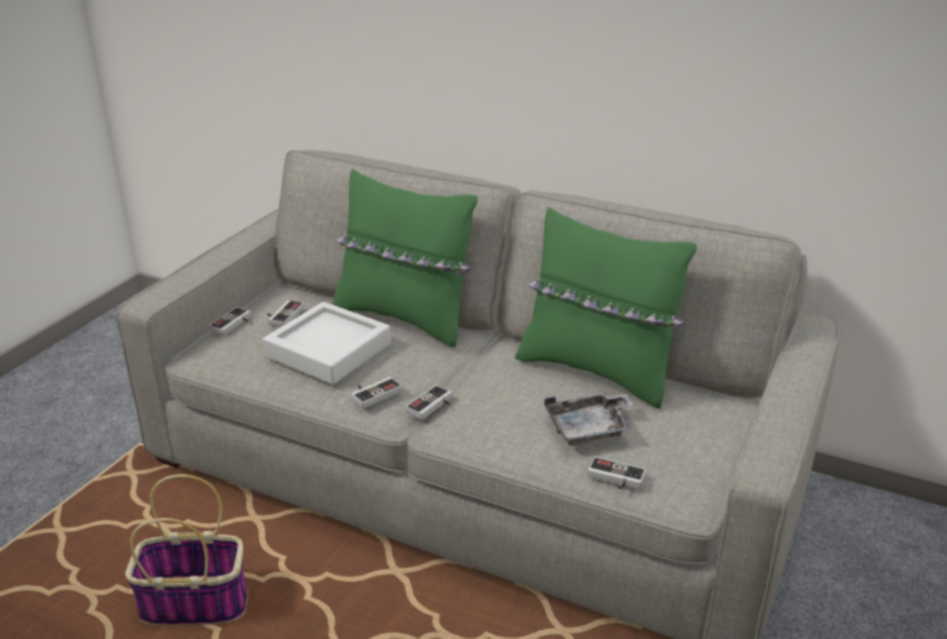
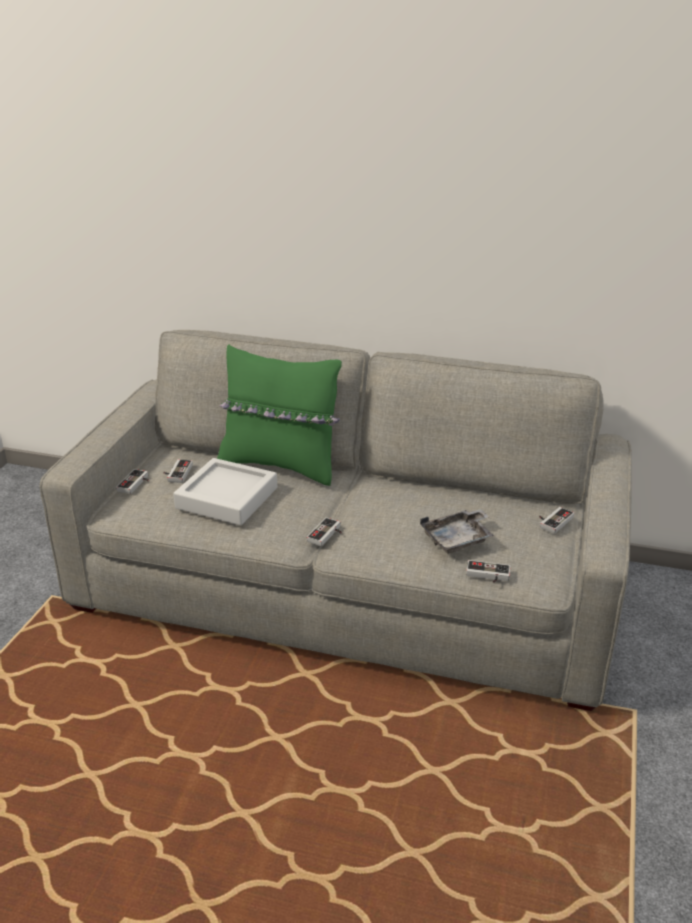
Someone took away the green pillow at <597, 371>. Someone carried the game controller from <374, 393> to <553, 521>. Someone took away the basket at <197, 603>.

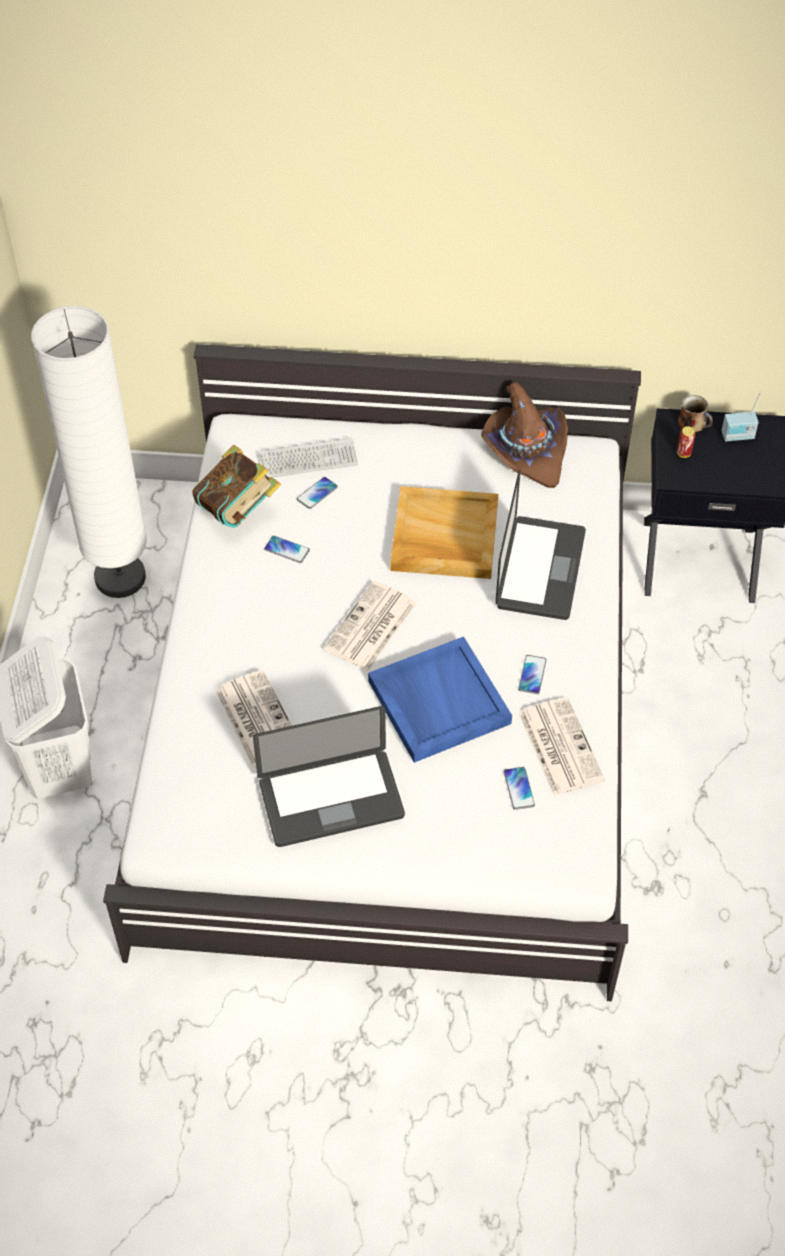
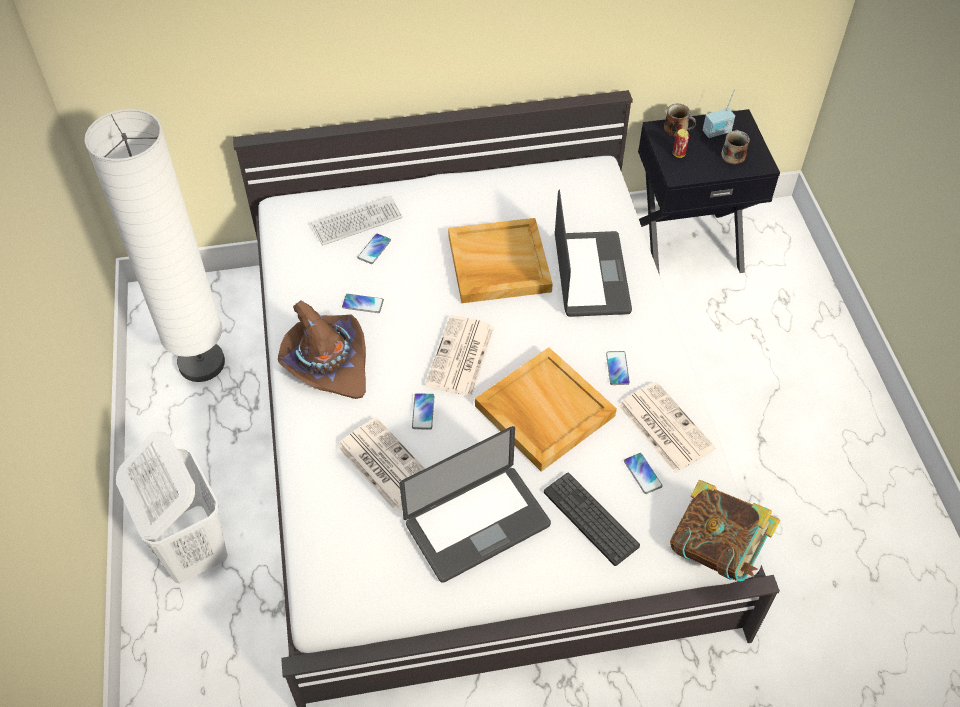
Someone carried the brown hat from <526, 450> to <327, 363>. Someone carried the book from <238, 510> to <717, 548>. Someone repainted the blue tray at <437, 702>, which became the beige tray at <543, 411>. Someone put down the mug at <733, 154>. Someone put down the phone at <423, 412>. Someone put down the keyboard at <590, 519>.

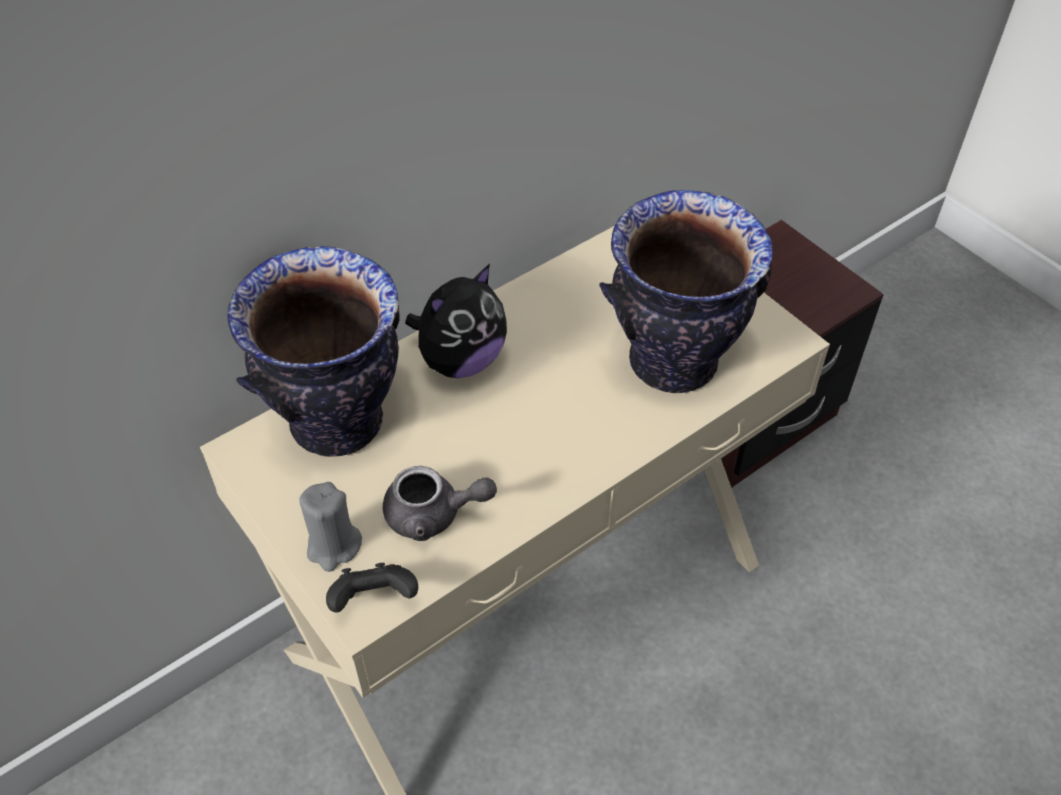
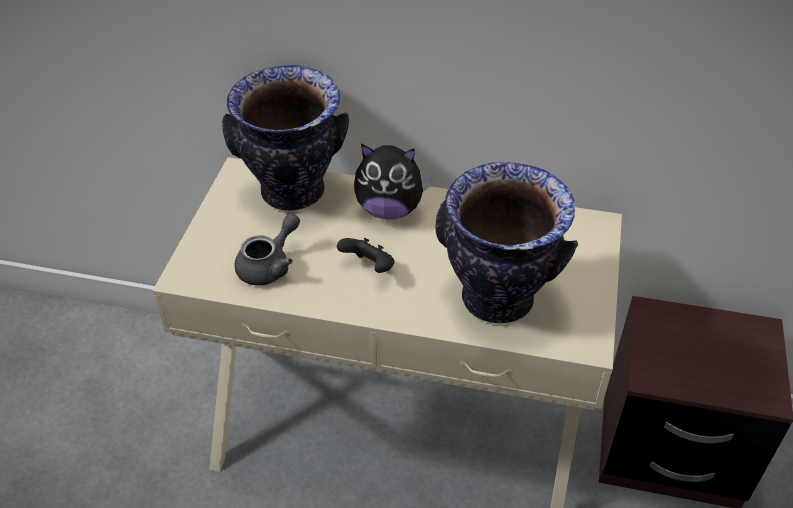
Someone rotated the grey teapot at <433, 515> by 105 degrees counterclockwise. Someone took away the grey candle at <333, 546>. Someone carried the black game controller from <374, 600> to <369, 268>.

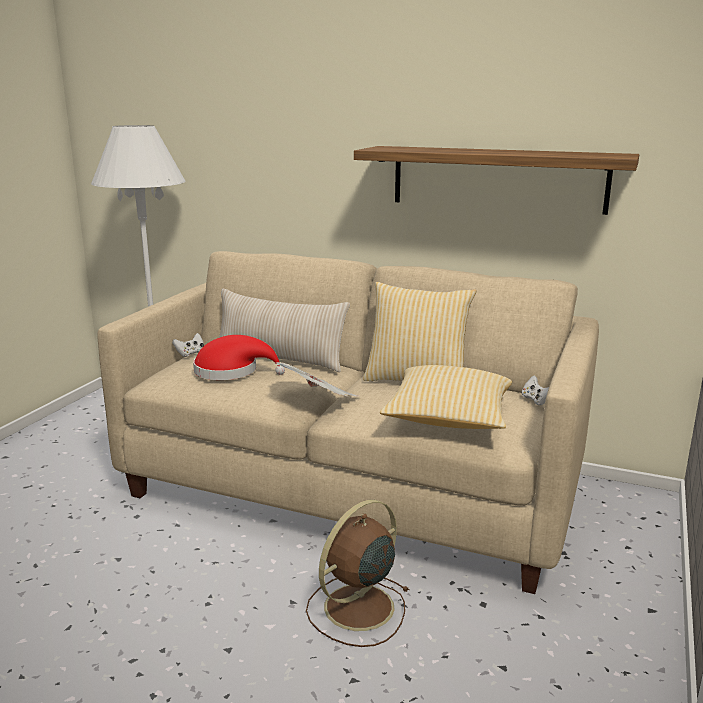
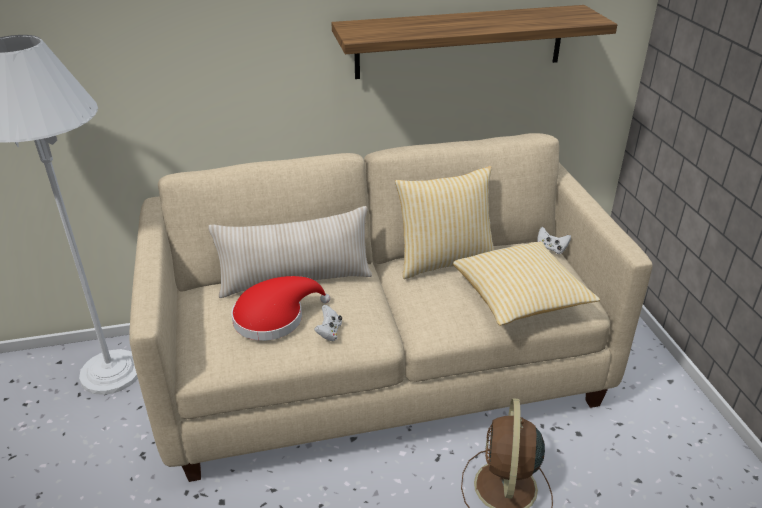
Someone carried the white game controller from <190, 353> to <329, 332>. Someone took away the newspaper at <317, 401>.

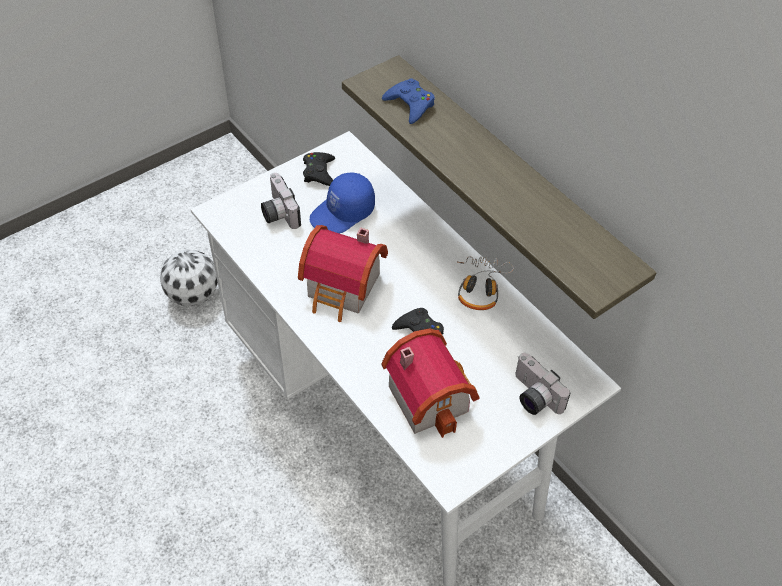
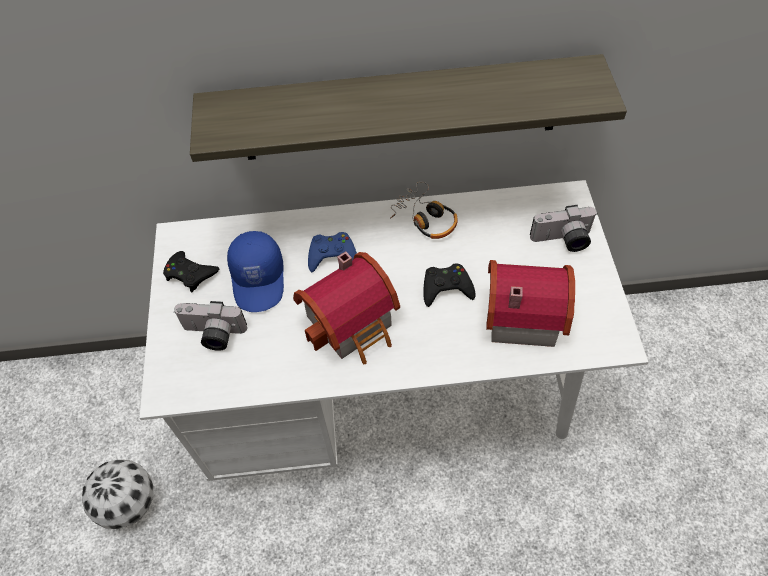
Someone carried the blue game controller from <410, 105> to <332, 255>.

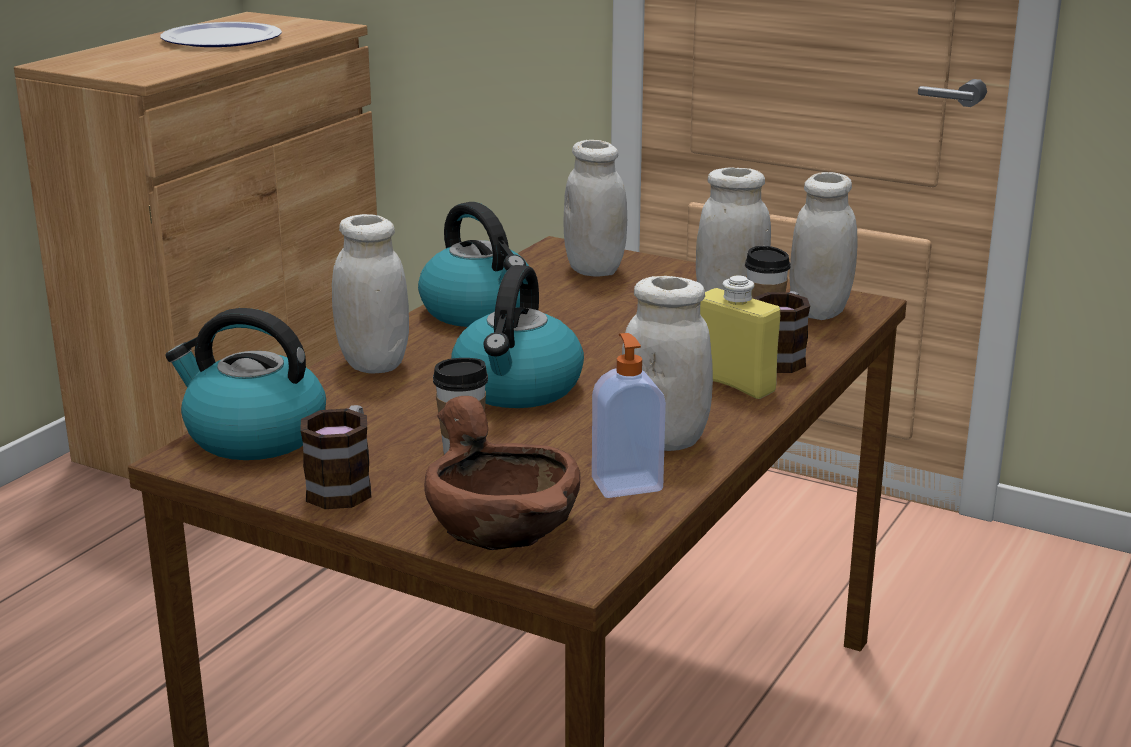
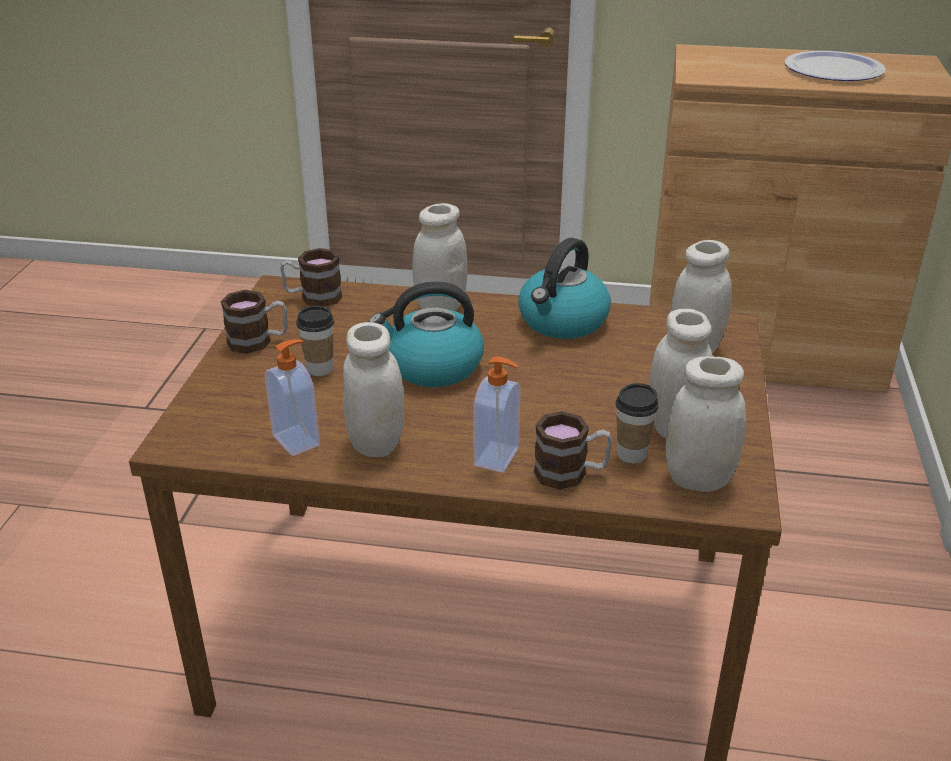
Someone swapped the yellow bottle at <733, 384> for the soap dispenser at <498, 457>. Someone swapped the kettle at <253, 436> for the mug at <313, 297>. Someone took away the brown bowl at <502, 526>.

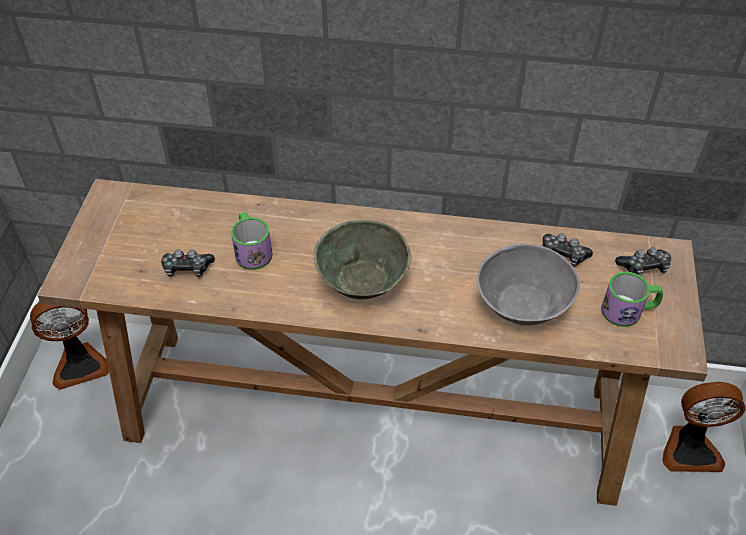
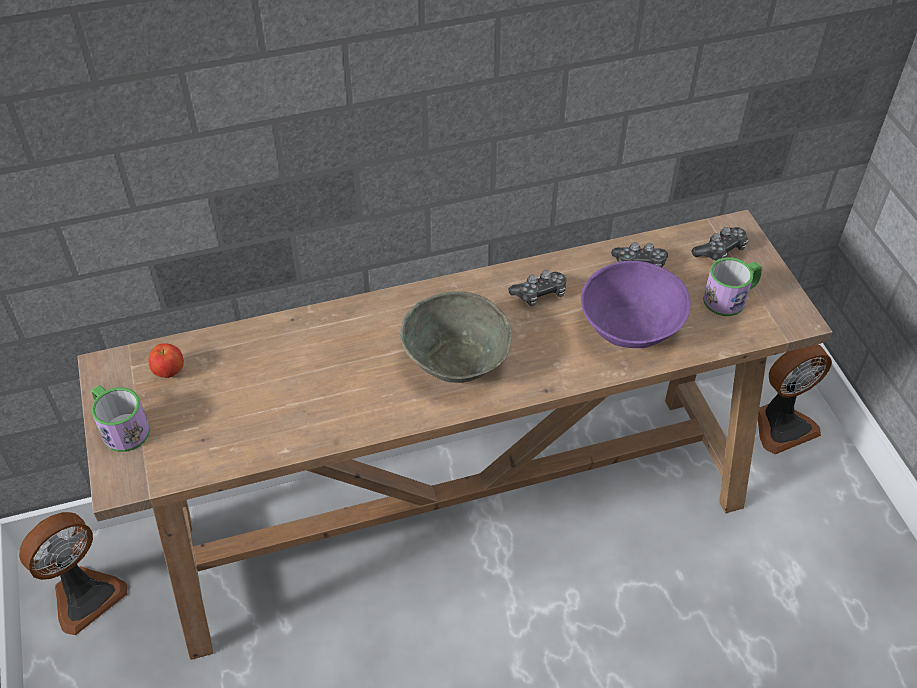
Someone carried the mug from <252, 250> to <121, 427>. Someone repainted the grey bowl at <522, 303>, which became the purple bowl at <629, 327>. Someone carried the game controller from <187, 268> to <540, 294>. Someone put down the apple at <169, 371>.

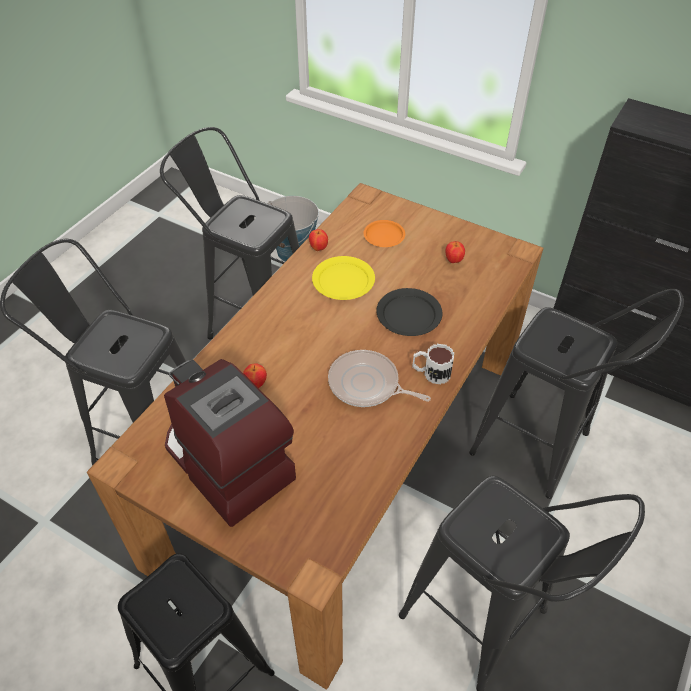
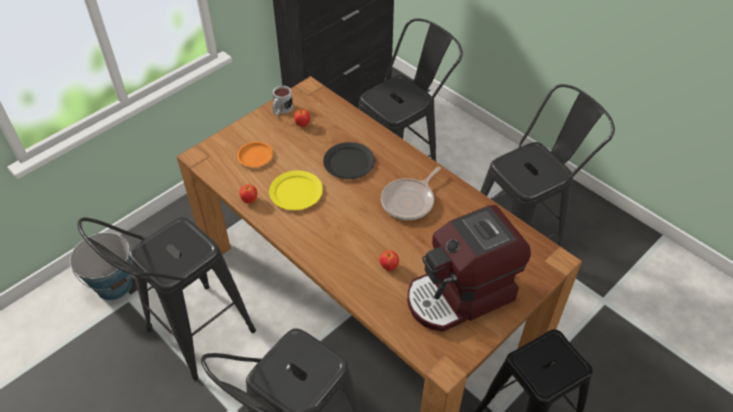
Someone carried the mug from <431, 372> to <281, 110>.

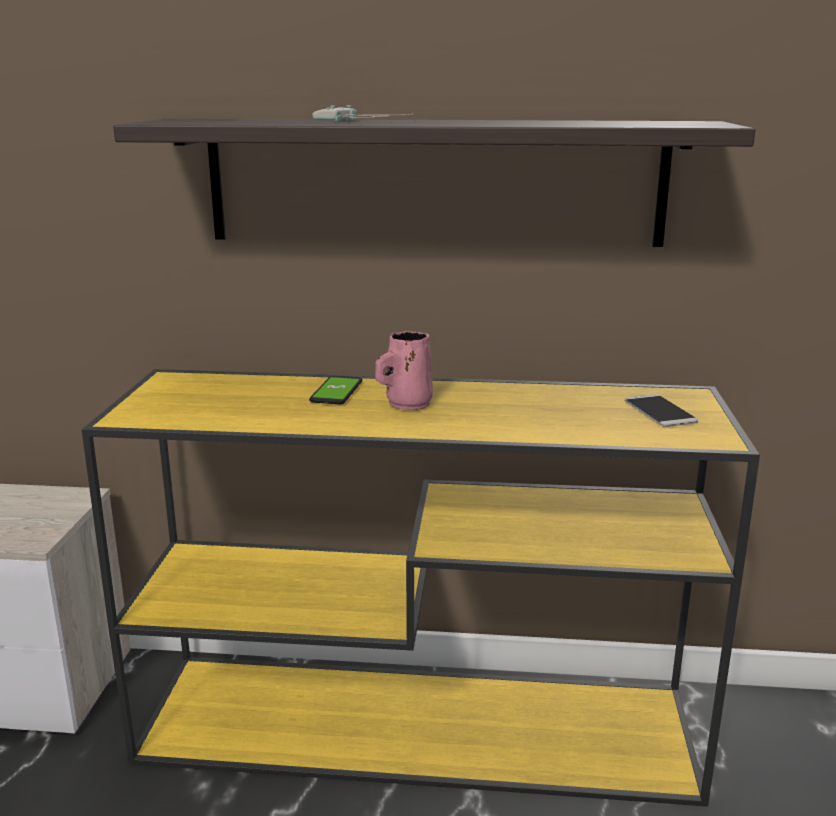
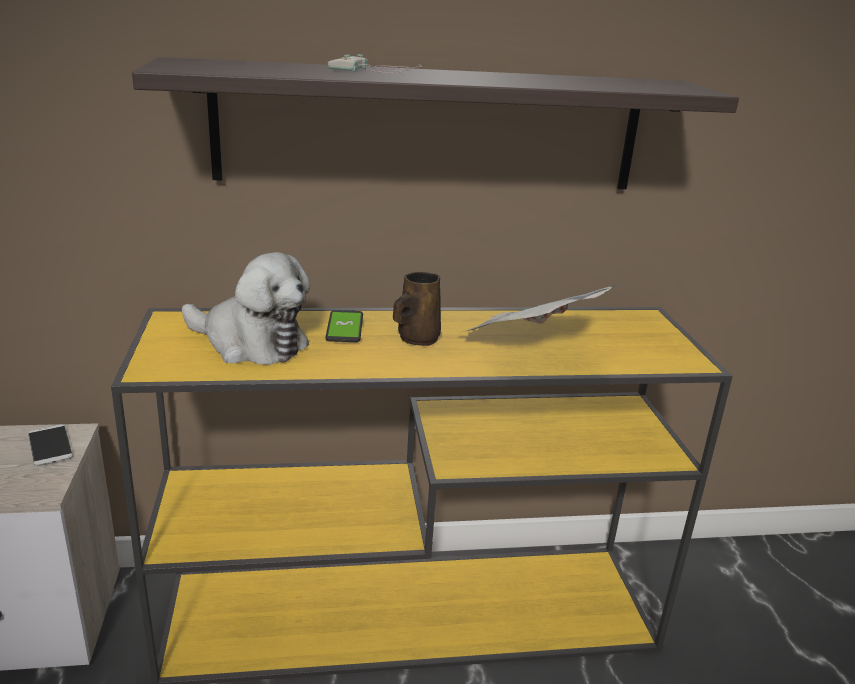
Someone repainted the pink mug at <406, 404>, which became the brown mug at <416, 339>. Someone carried the phone from <660, 411> to <50, 445>. Someone put down the plush toy at <250, 343>. Someone put down the newspaper at <529, 347>.

